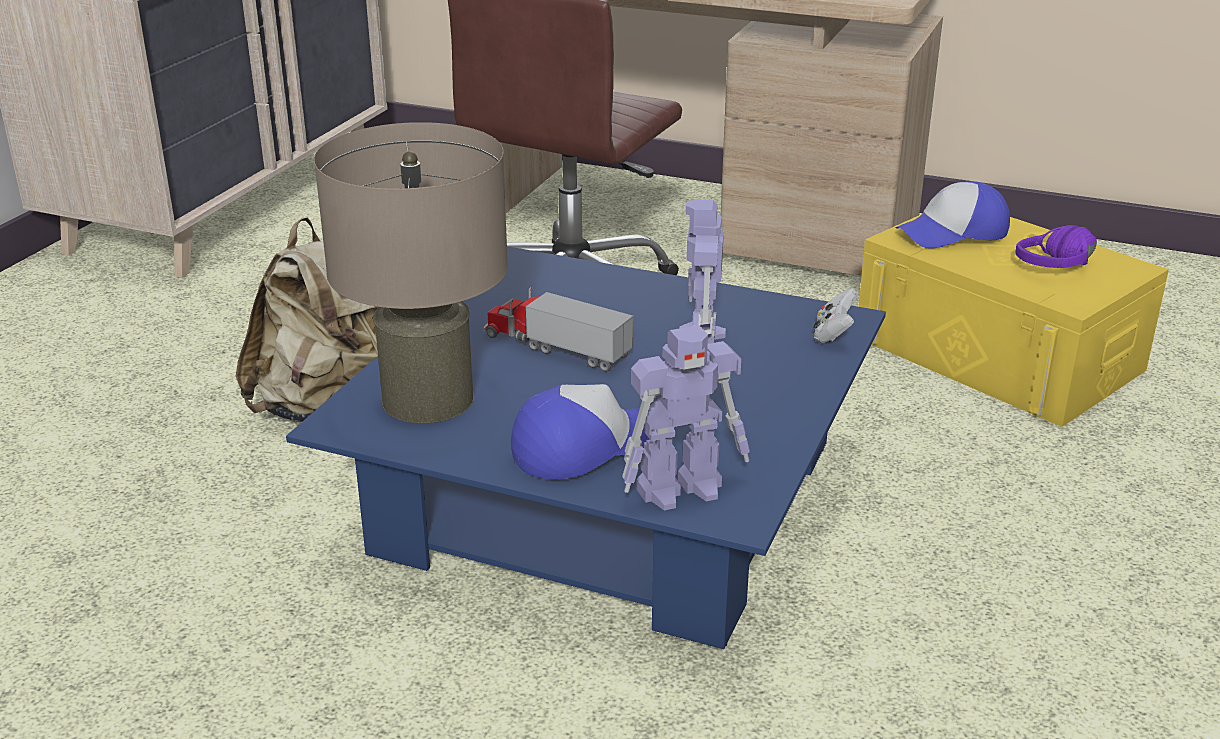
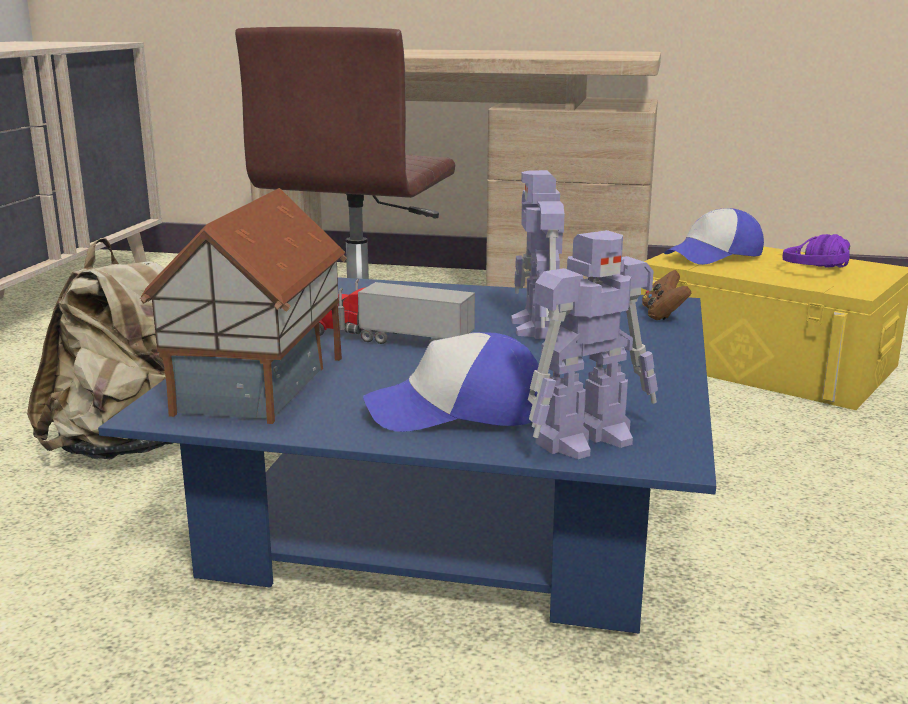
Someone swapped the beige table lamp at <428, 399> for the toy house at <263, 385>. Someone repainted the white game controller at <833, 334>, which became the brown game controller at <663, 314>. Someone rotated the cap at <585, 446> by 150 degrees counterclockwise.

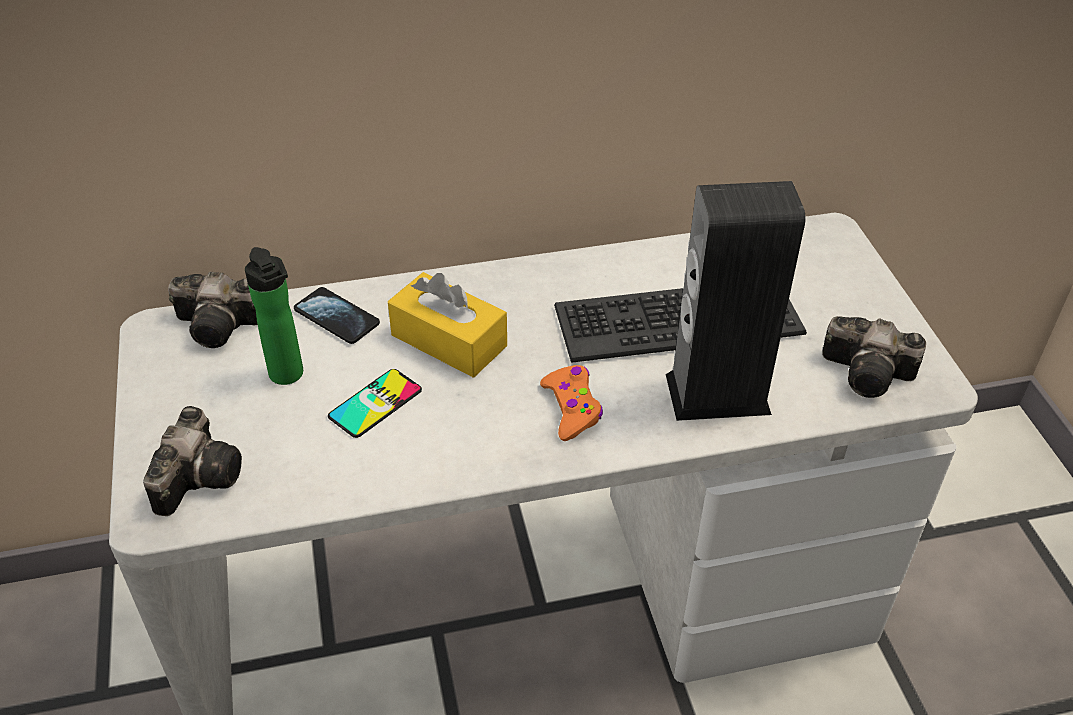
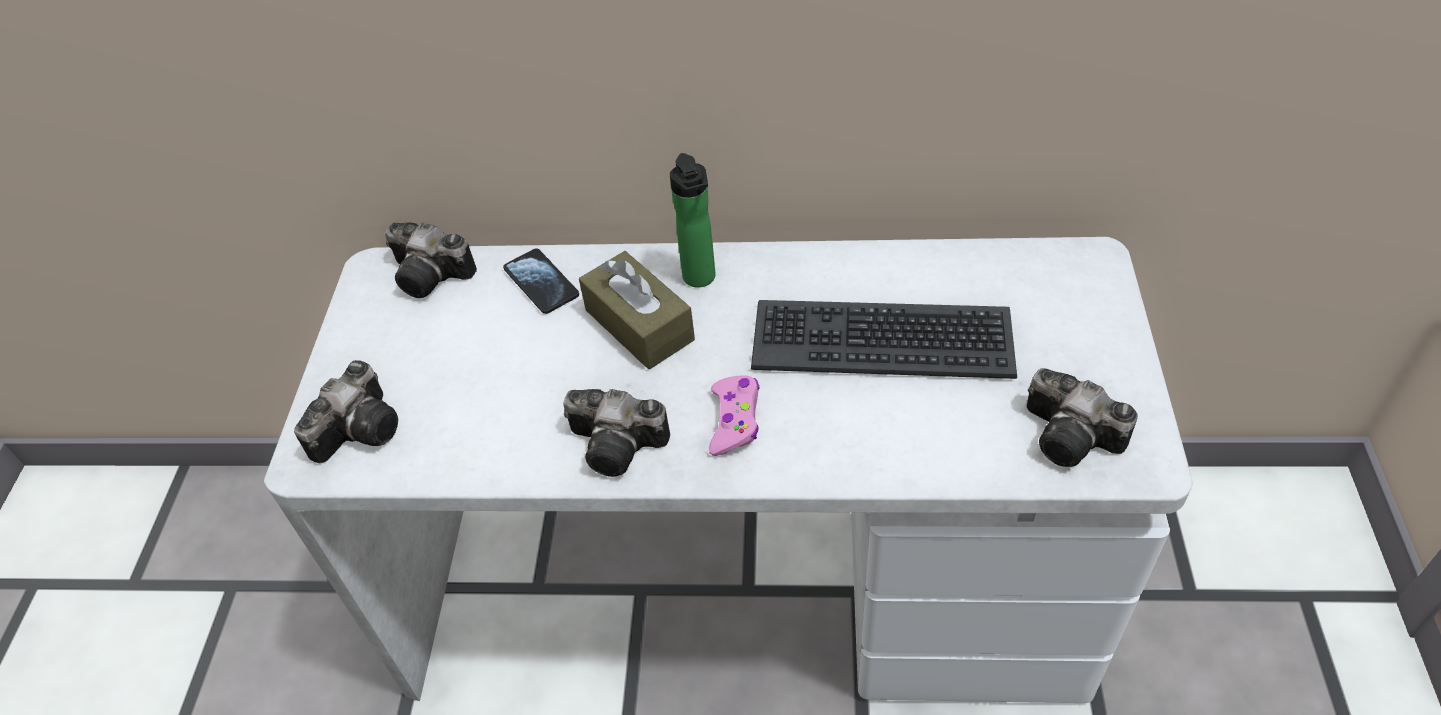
Someone took away the speaker at <717, 394>. Someone carried the bottle from <288, 376> to <700, 280>. Someone repainted the yellow tissue box at <449, 340>, which became the brown tissue box at <639, 325>. Someone repainted the orange game controller at <572, 408>, which became the pink game controller at <735, 420>. Someone took away the phone at <375, 403>. Someone put down the photo camera at <621, 445>.

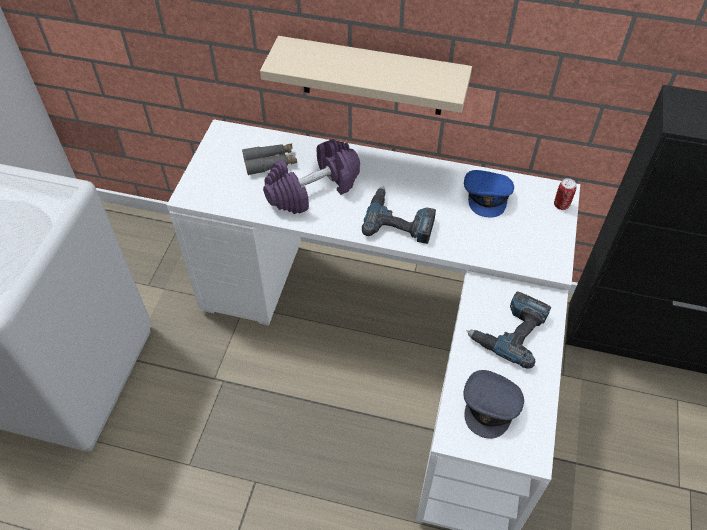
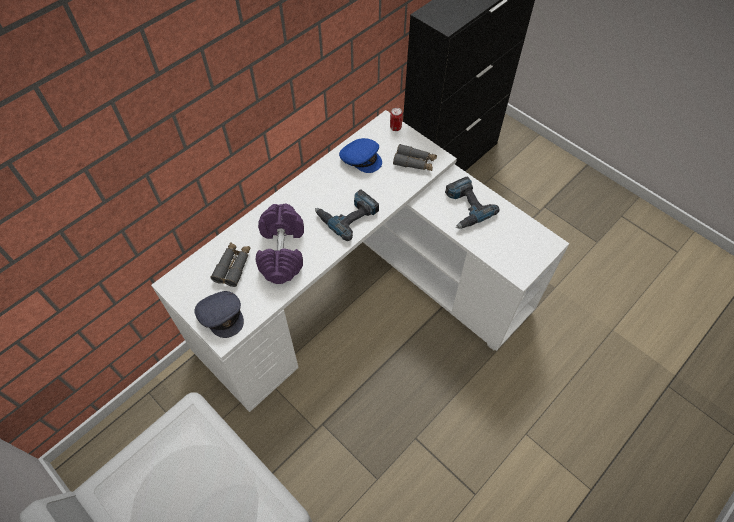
Someone took away the beige shelf at <372, 77>. Someone carried the grey cap from <490, 406> to <222, 315>. Someone put down the grey binoculars at <414, 162>.

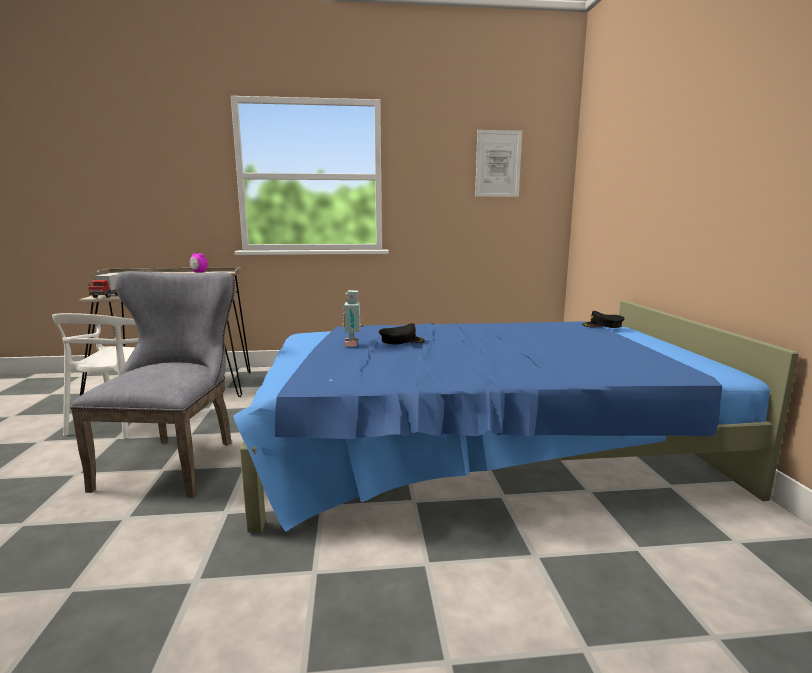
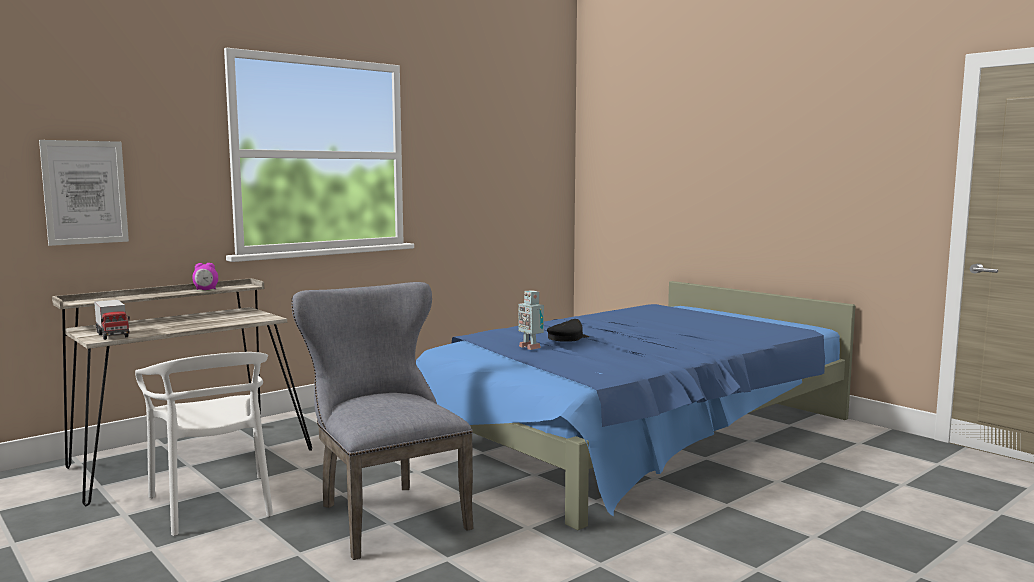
Someone carried the picture from <498, 164> to <85, 192>. Someone took away the black cap at <602, 325>.

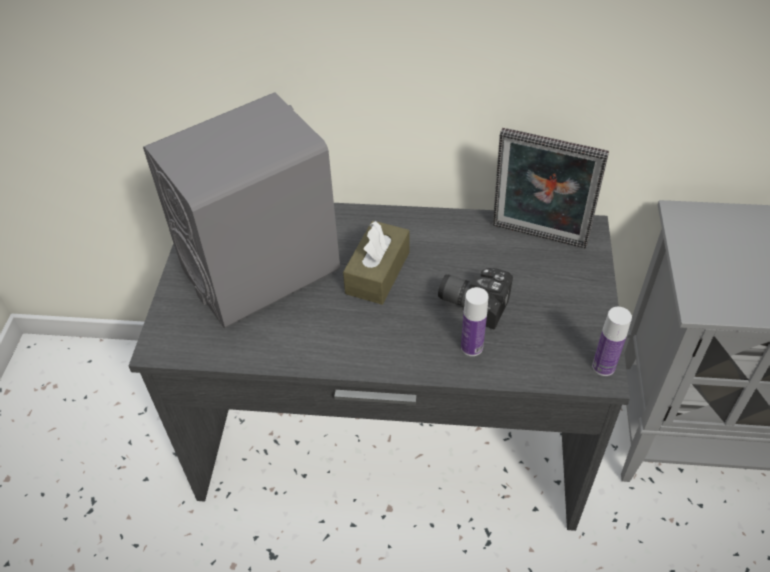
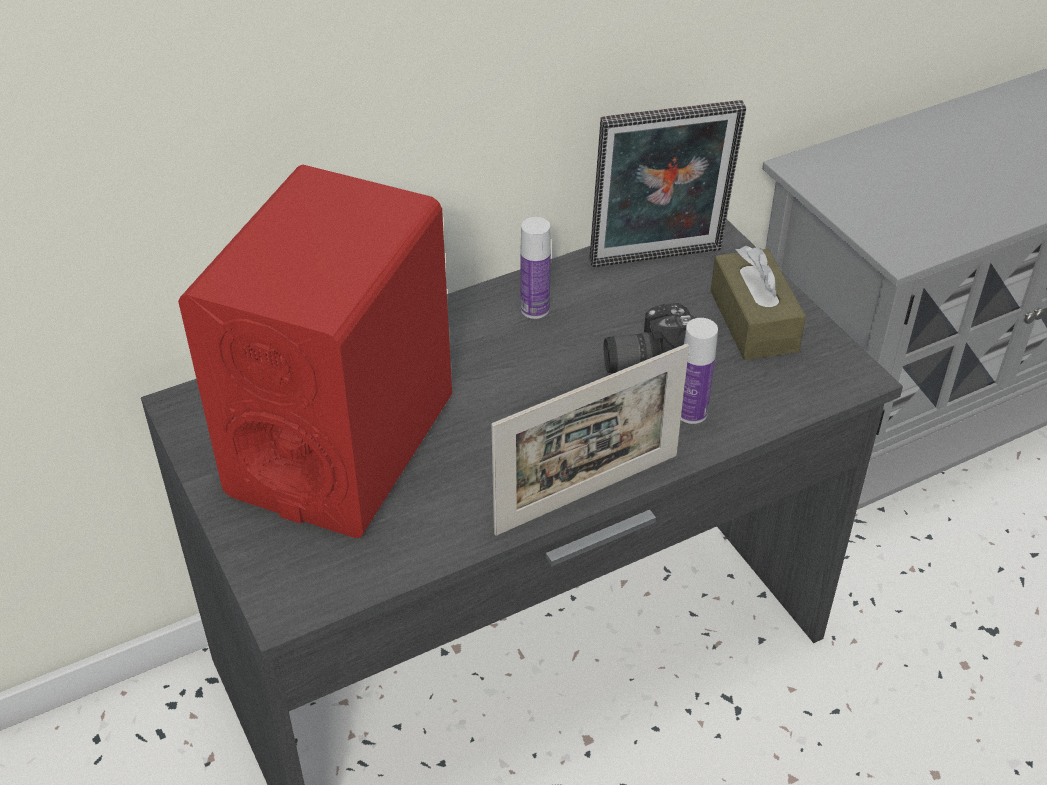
Someone repainted the grey speaker at <262, 270>, which became the red speaker at <342, 445>. Someone carried the brown tissue box from <377, 272> to <753, 321>. Someone carried the bottle from <603, 366> to <535, 309>. Someone put down the picture frame at <587, 493>.

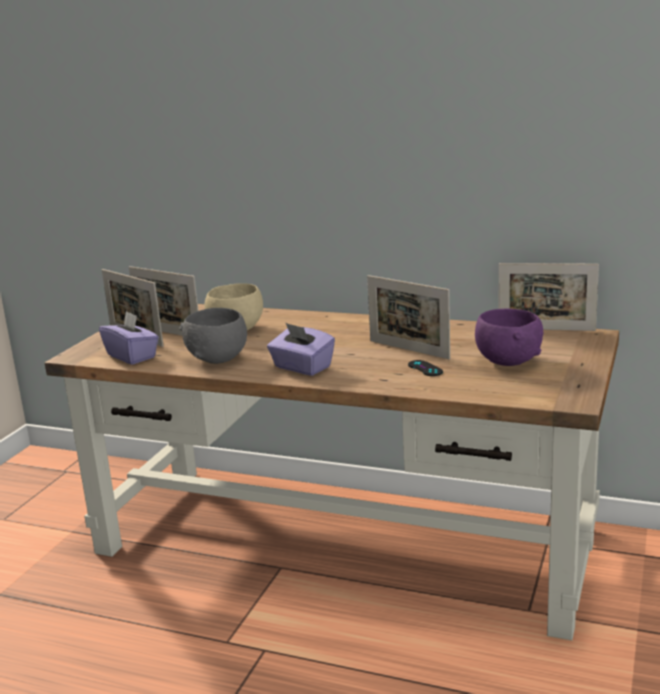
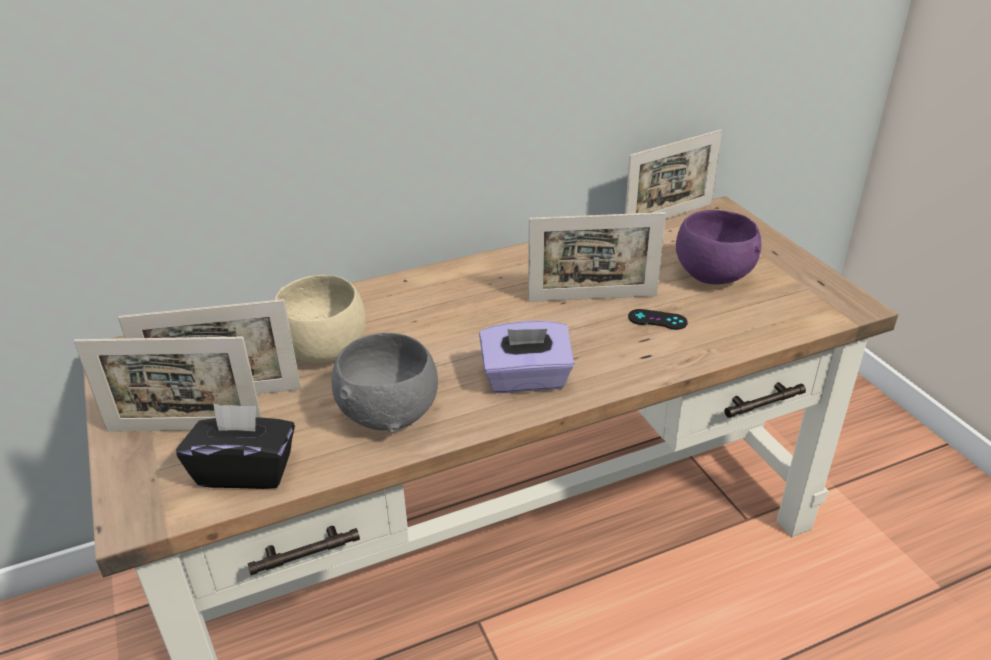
Someone repainted the purple tissue box at <132, 356>, which became the black tissue box at <245, 470>.

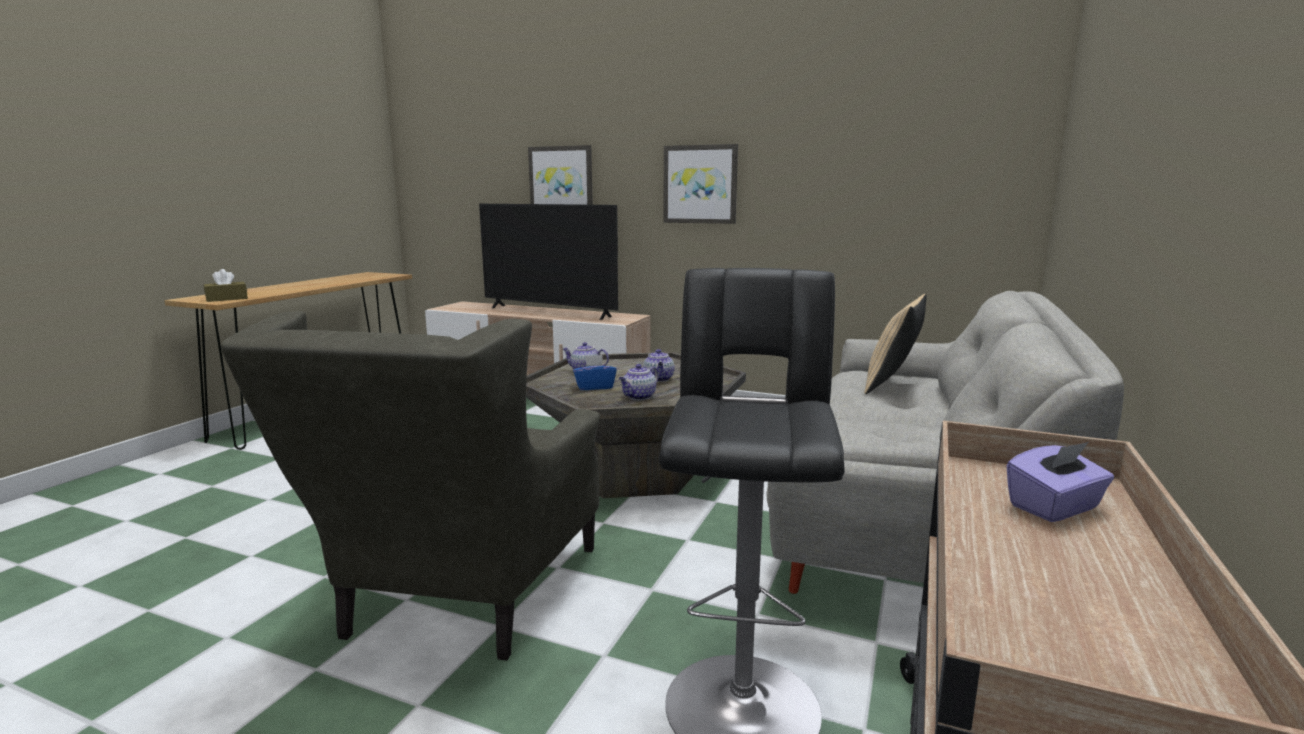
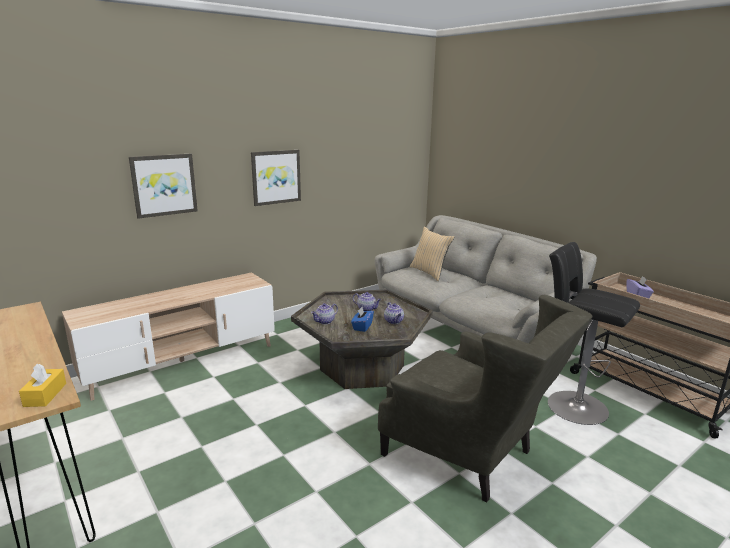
Someone took away the television at <549, 312>. Someone repainted the brown tissue box at <227, 299>, which became the yellow tissue box at <45, 395>.

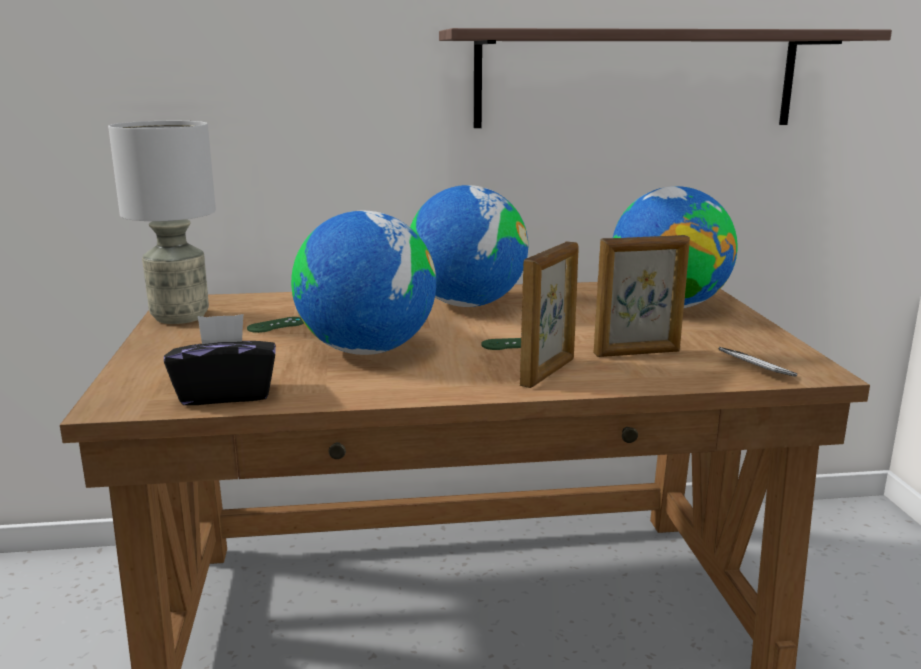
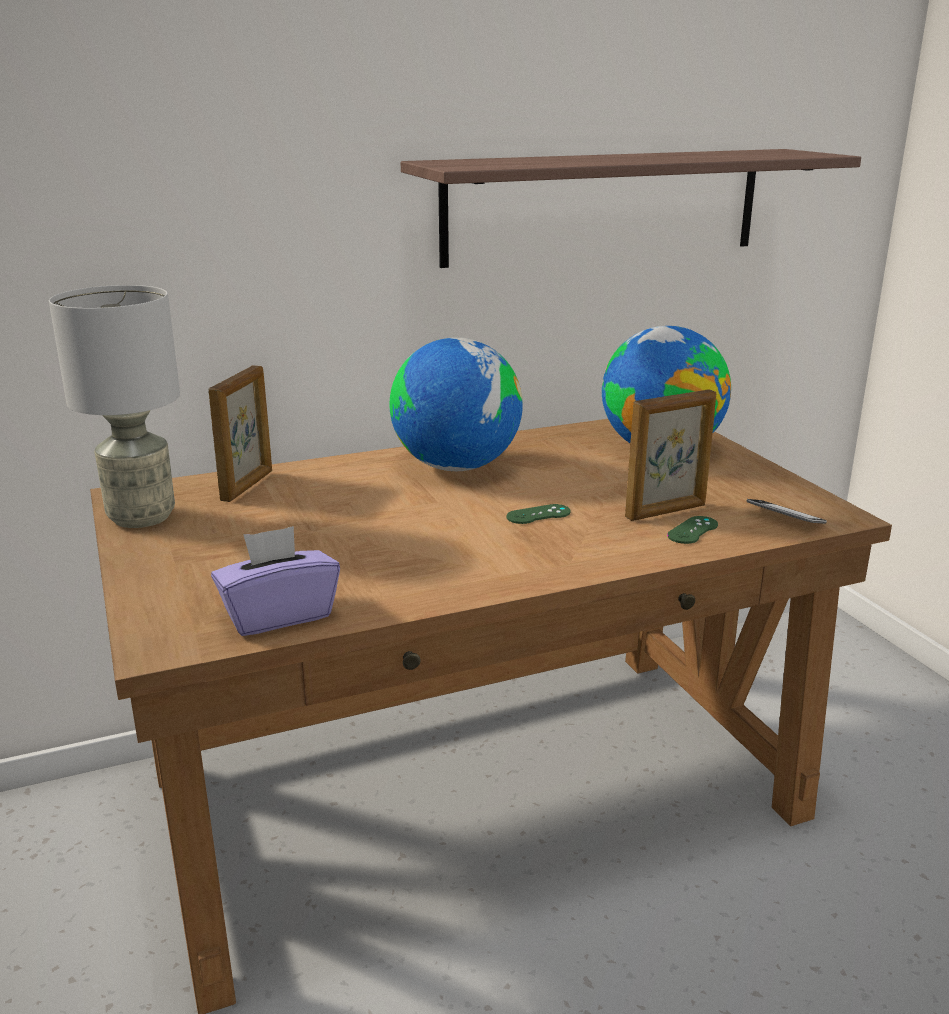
Someone took away the globe at <367, 350>. Someone carried the picture frame from <548, 372> to <248, 486>. Someone repainted the black tissue box at <226, 394>, which became the purple tissue box at <278, 615>. Someone carried the green game controller from <276, 325> to <692, 530>.

